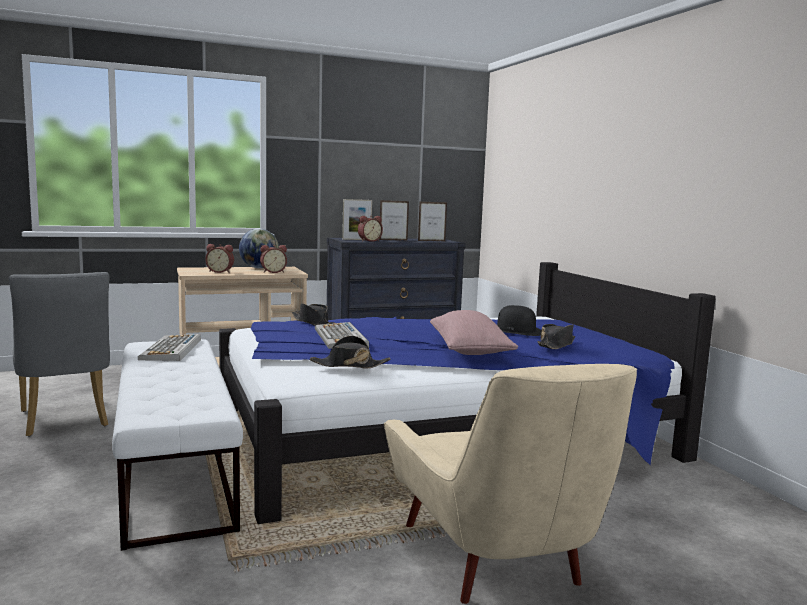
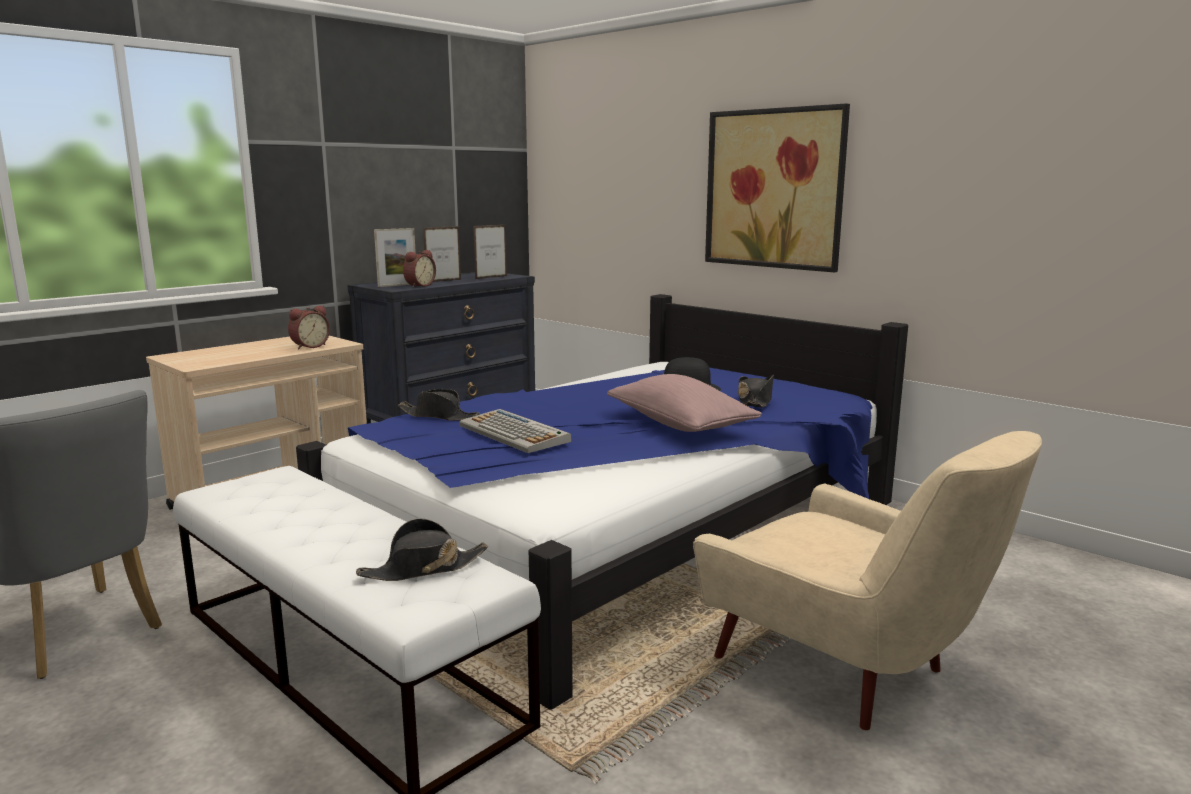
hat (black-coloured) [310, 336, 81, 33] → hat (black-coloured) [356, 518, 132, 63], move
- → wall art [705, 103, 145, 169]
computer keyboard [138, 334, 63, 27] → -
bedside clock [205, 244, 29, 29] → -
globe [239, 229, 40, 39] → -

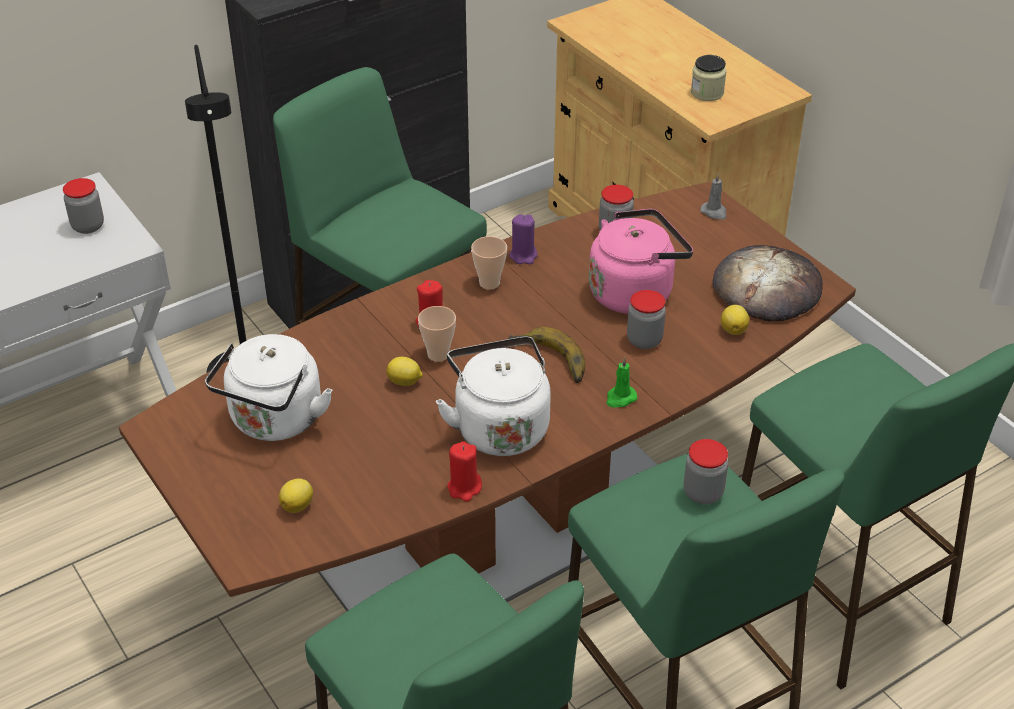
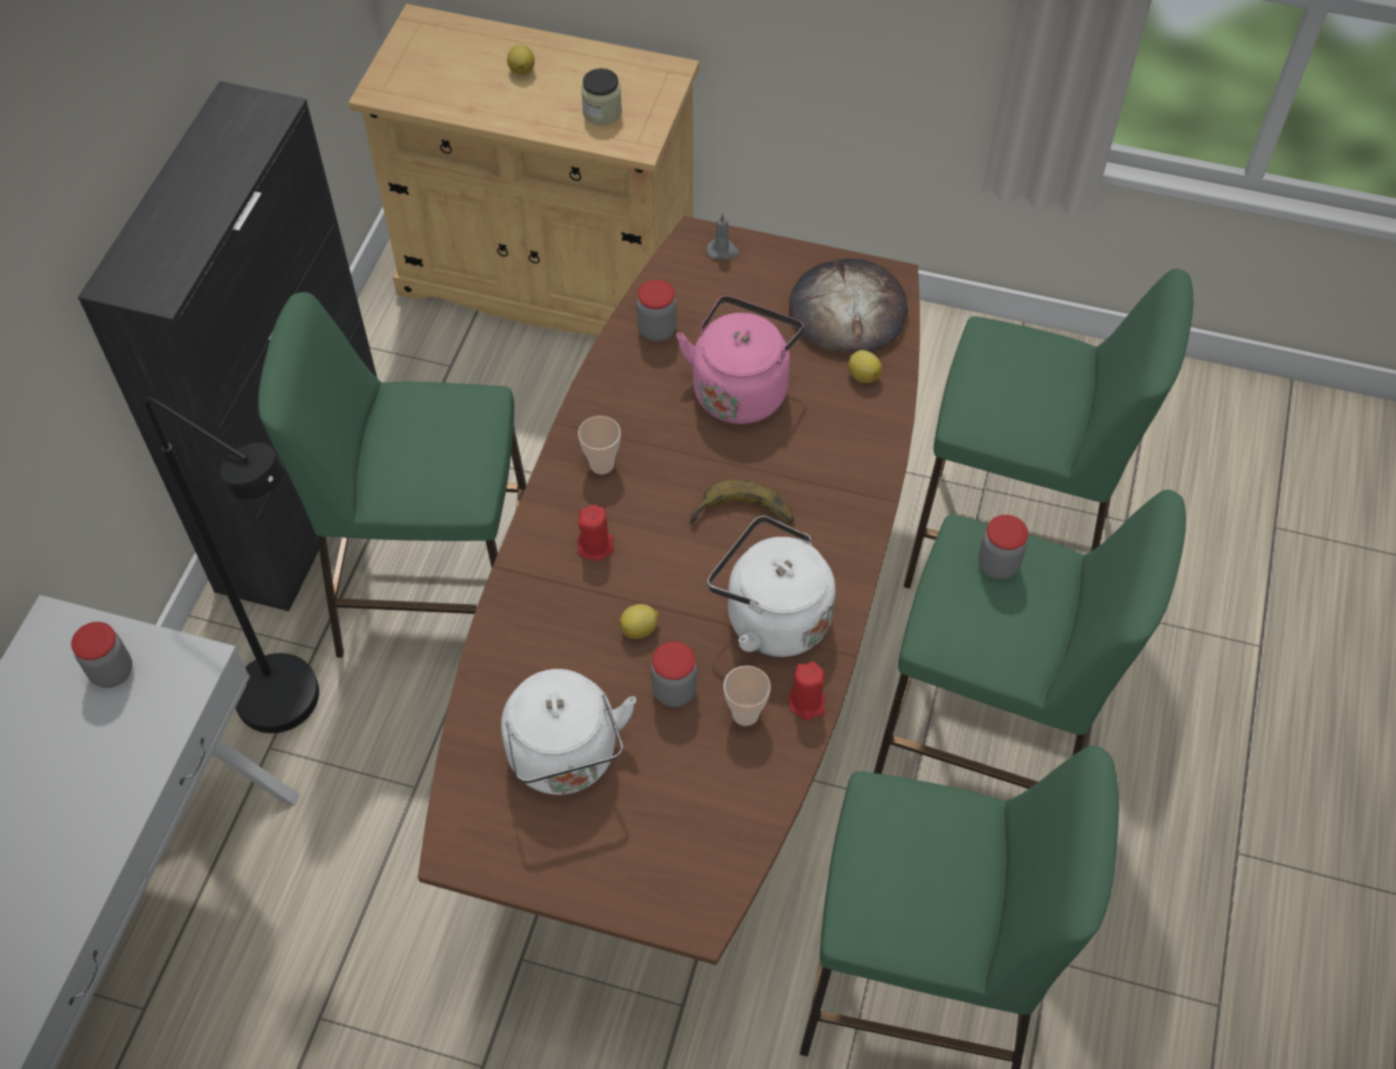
lemon [279, 479, 34, 34] → lemon [507, 45, 27, 30], move
storage jar [627, 290, 39, 59] → storage jar [651, 641, 46, 66], move
cup [418, 306, 38, 56] → cup [723, 666, 48, 60], move
wax light (purple-coloured) [509, 214, 29, 50] → -
wax light (green) [606, 356, 31, 51] → -

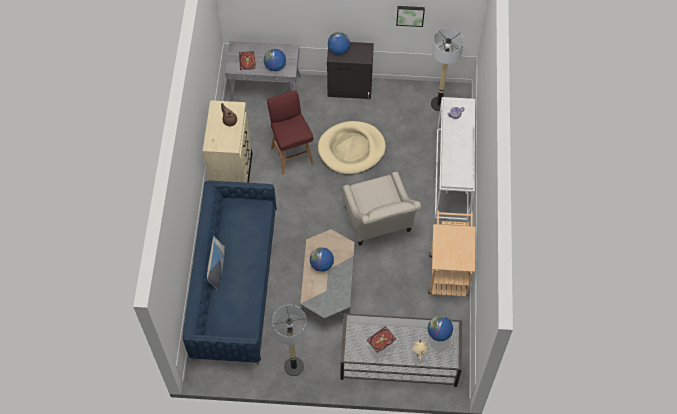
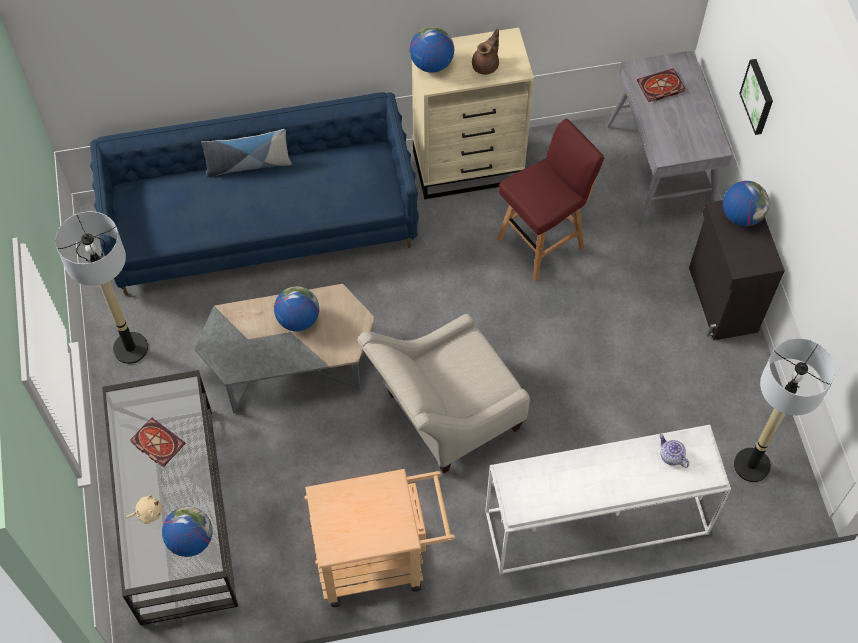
globe [264, 49, 22, 22] → globe [409, 27, 45, 46], move
wall art [396, 6, 29, 21] → wall art [739, 59, 34, 76], move
dog bed (beige) [318, 121, 68, 54] → -

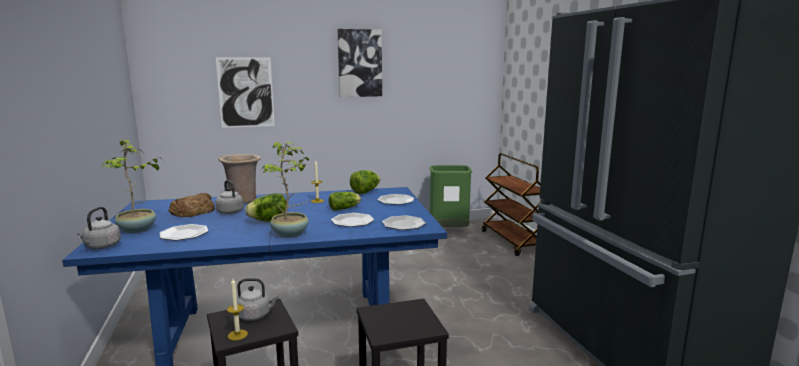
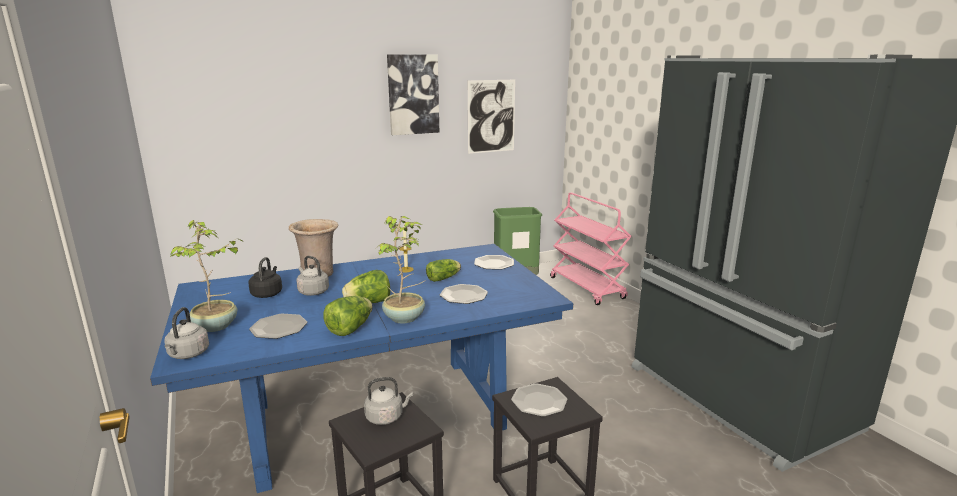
bakery bread [168, 193, 47, 24] → water kettle (black-coloured) [248, 257, 34, 41]
lettuce head [350, 170, 30, 24] → lettuce head [323, 296, 50, 40], move
wall art [216, 57, 59, 71] → wall art [468, 80, 47, 74], move
flat dish [382, 215, 44, 15] → flat dish [511, 383, 56, 34], move
cart (brown-coloured) [482, 153, 59, 103] → cart (pinkish) [550, 193, 82, 112]
wax light [227, 279, 21, 61] → -

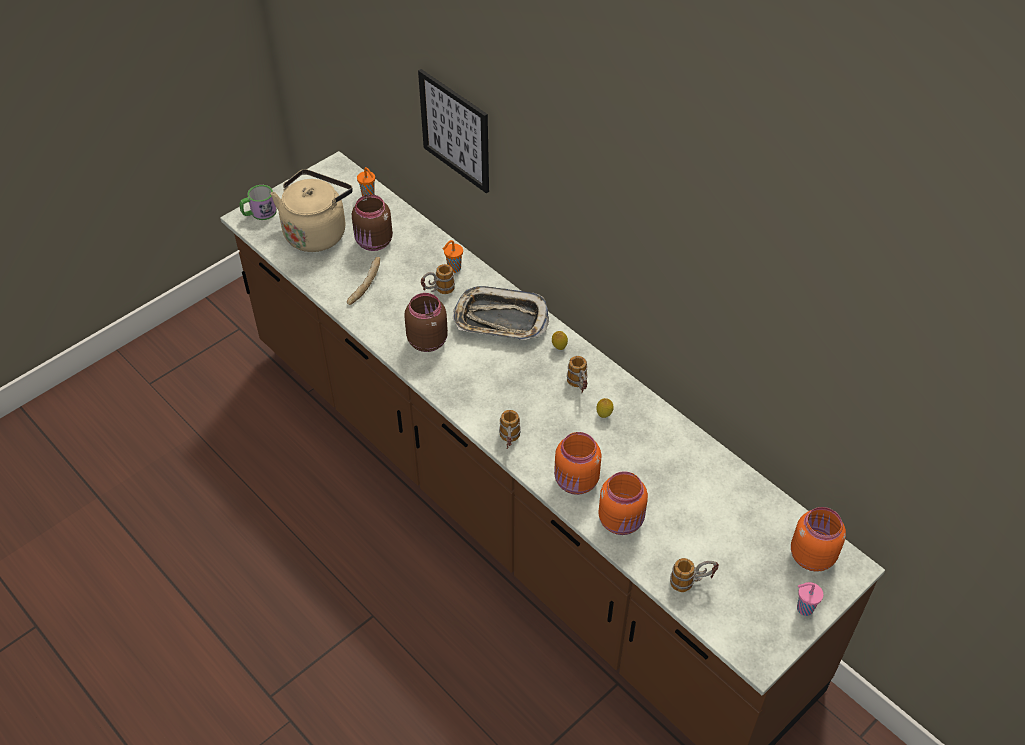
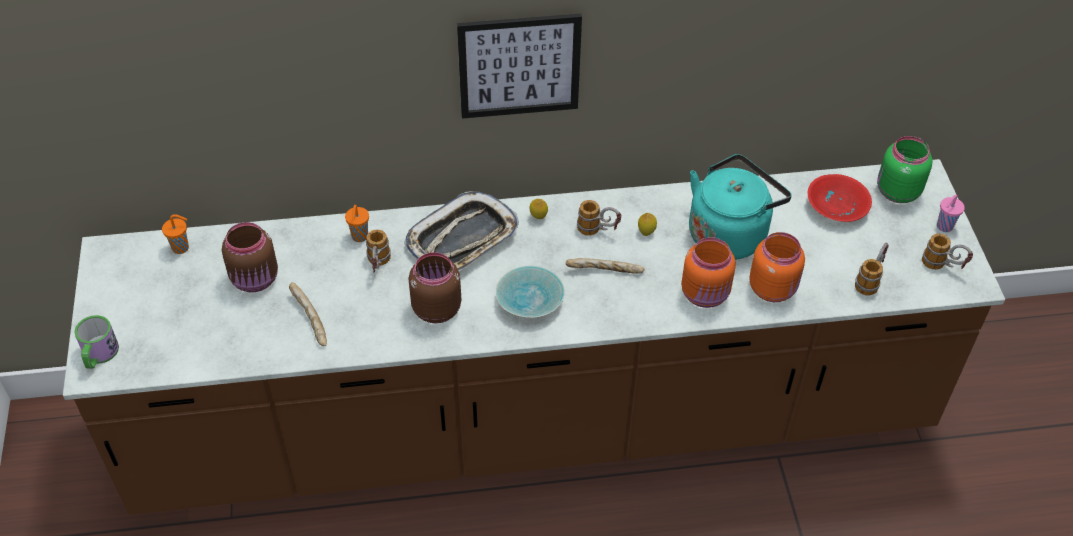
wall art [418, 69, 71, 124] → wall art [457, 14, 125, 105], move
- → deep dish (blue-green) [496, 266, 69, 52]
- → bakery bread [566, 258, 79, 16]
- → water kettle (blue-green) [689, 154, 103, 106]
- → deep dish (red-coloured) [808, 174, 64, 48]
storage jar (orangey) [791, 507, 55, 65] → storage jar (green) [877, 136, 55, 67]
coffee mug [499, 410, 22, 39] → coffee mug [922, 234, 51, 36], move
water kettle (beige) [271, 169, 82, 83] → -

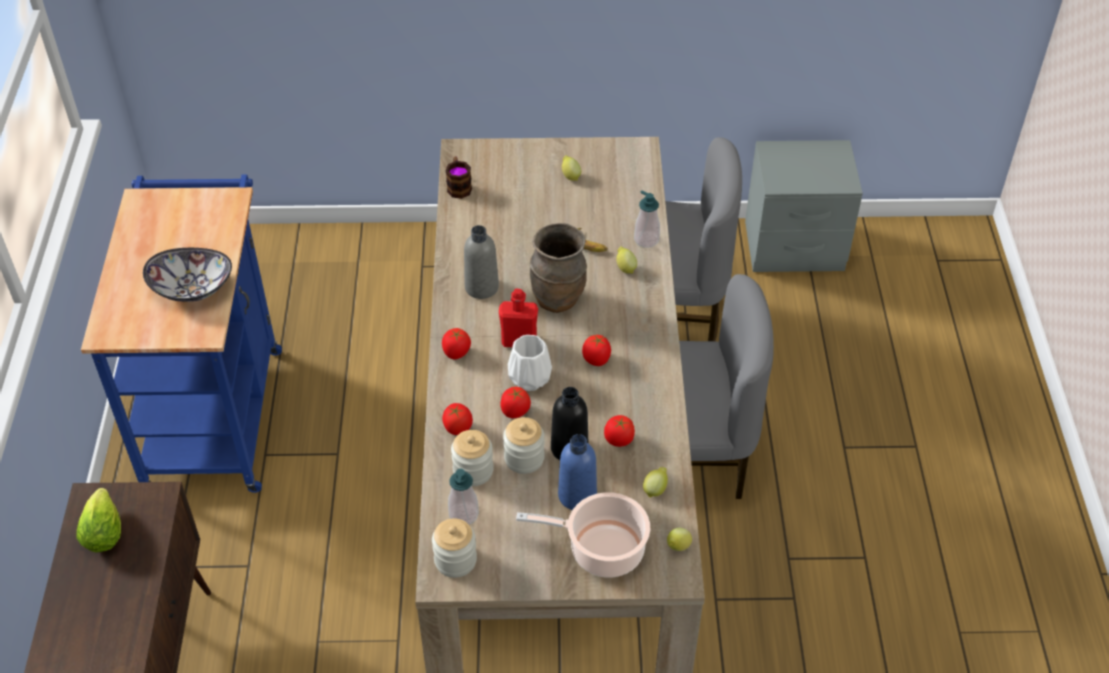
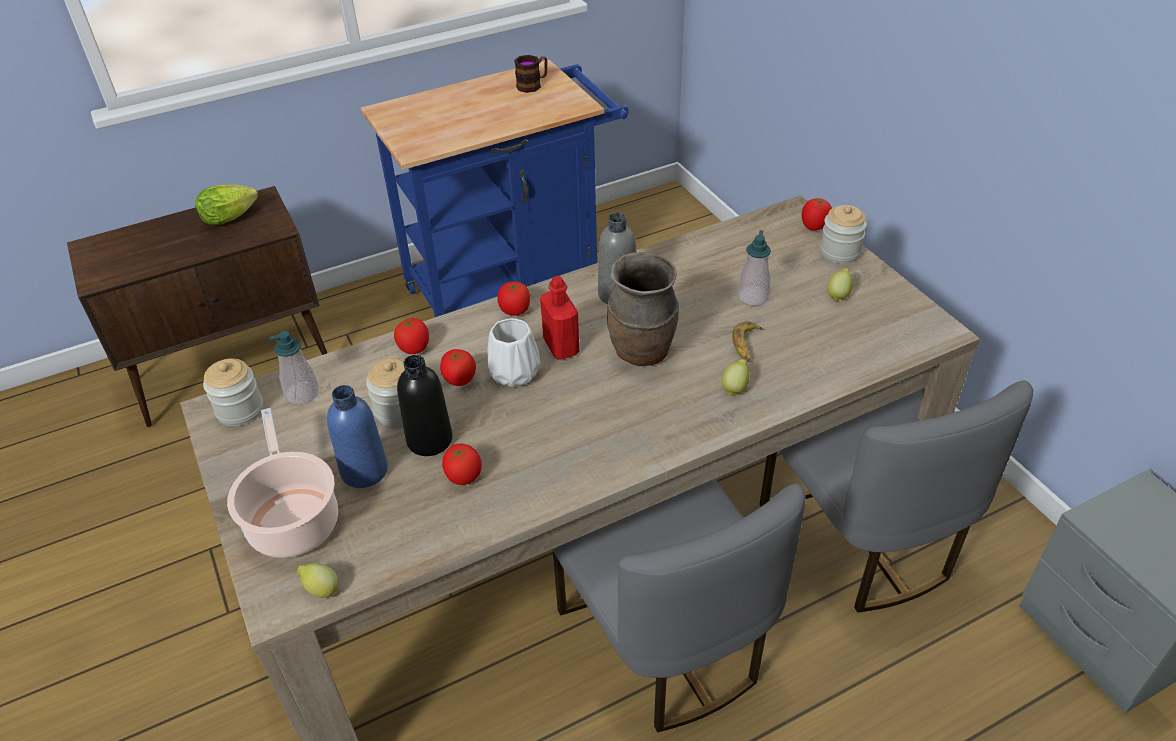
coffee mug [446, 157, 26, 42] → coffee mug [514, 55, 33, 38], move
soap dispenser [634, 190, 26, 58] → soap dispenser [738, 230, 33, 76], move
tomato [582, 335, 29, 31] → tomato [801, 198, 31, 33], move
storage jar [451, 430, 43, 56] → storage jar [820, 205, 47, 59], move
deep dish [143, 248, 89, 54] → -
lemon [643, 467, 25, 31] → -

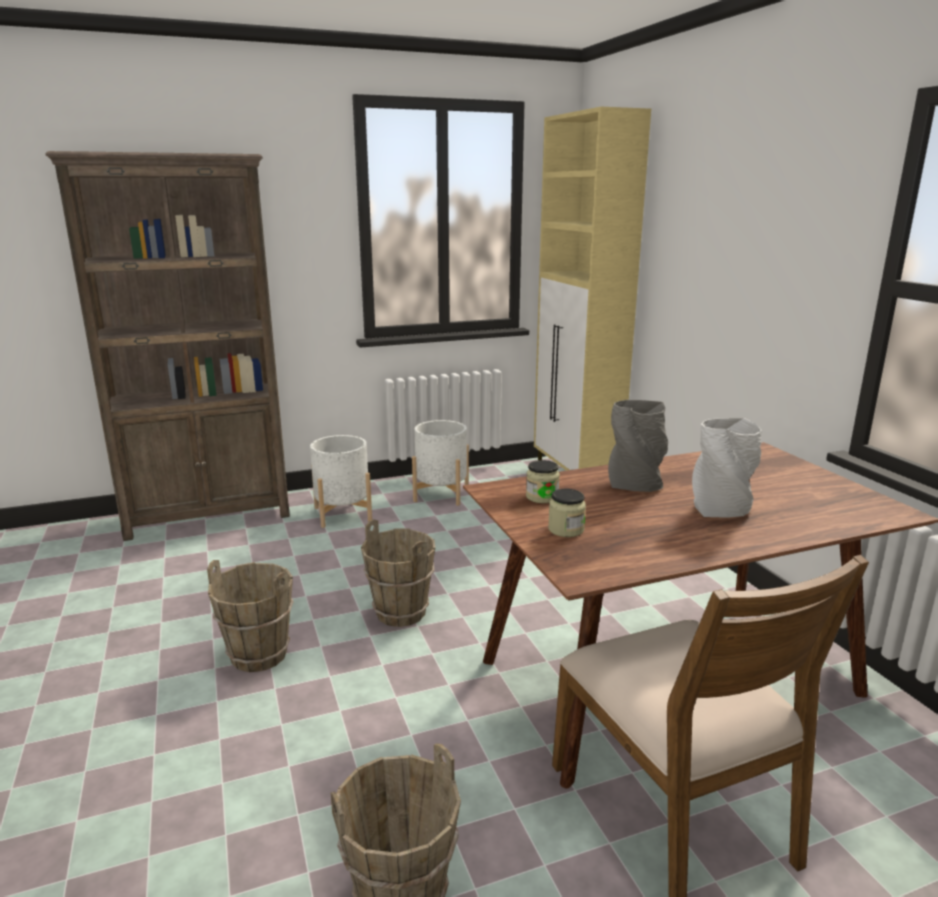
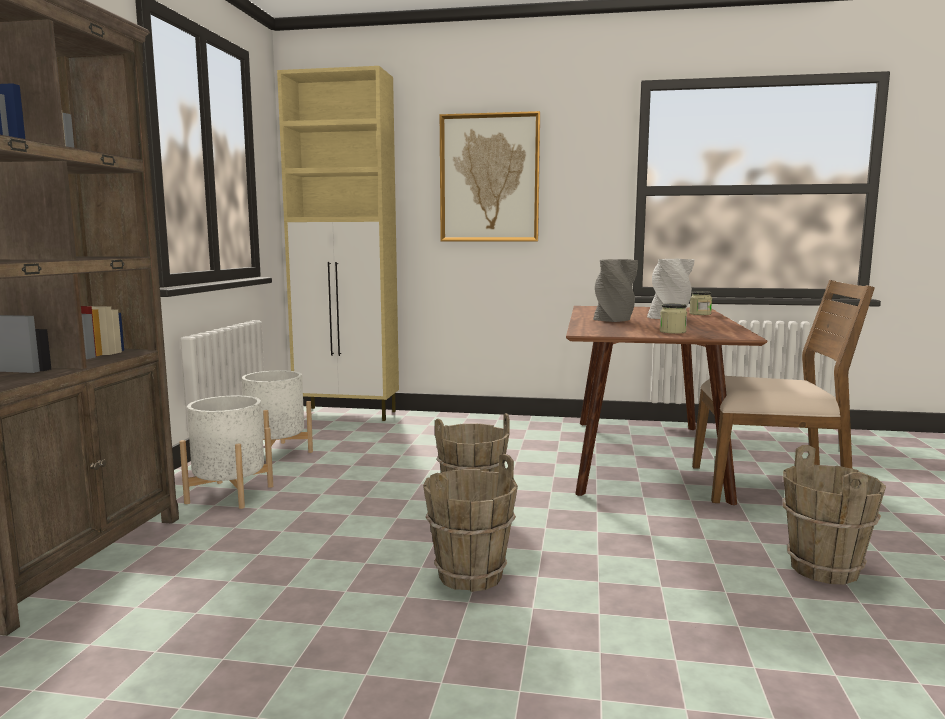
- → wall art [440, 111, 100, 130]
storage jar [526, 460, 34, 43] → storage jar [689, 291, 23, 24], move

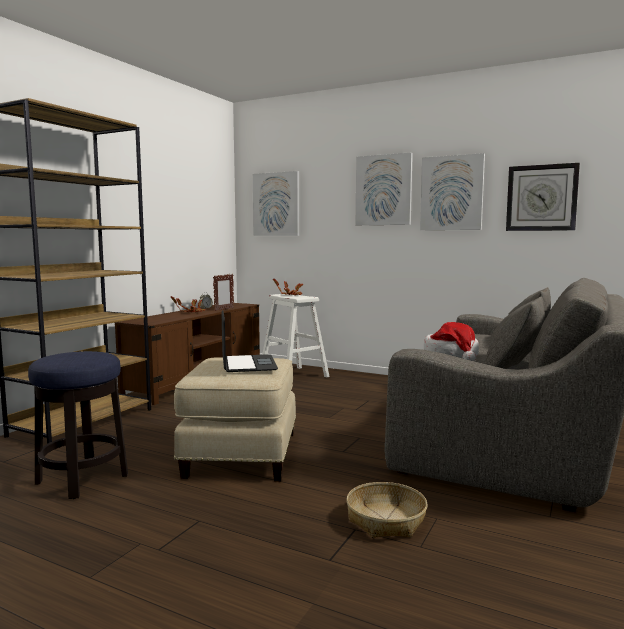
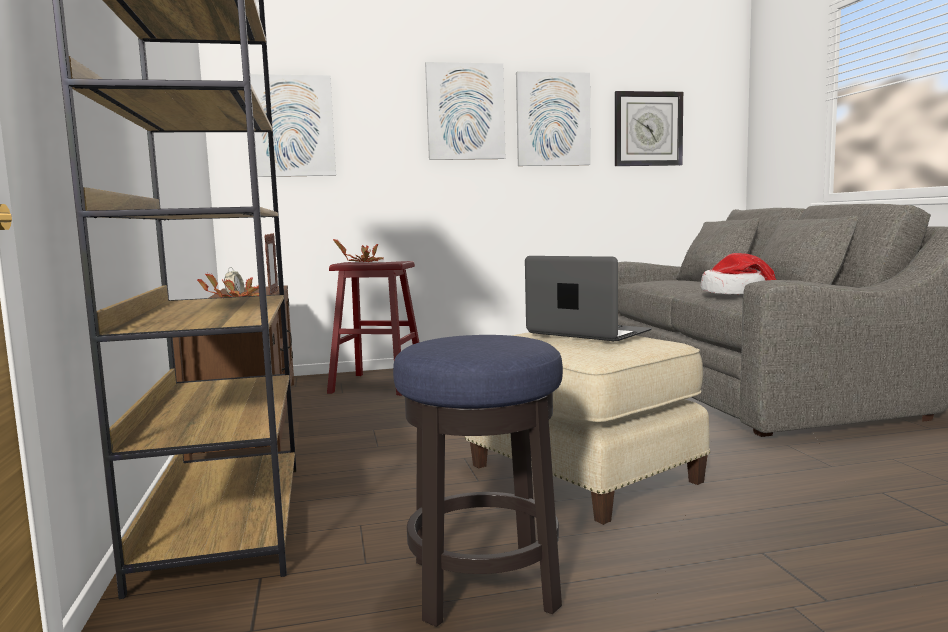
stool seat (white-coloured) [262, 294, 68, 84] → stool seat (red-coloured) [327, 261, 92, 134]
storage basket [346, 482, 82, 56] → -

